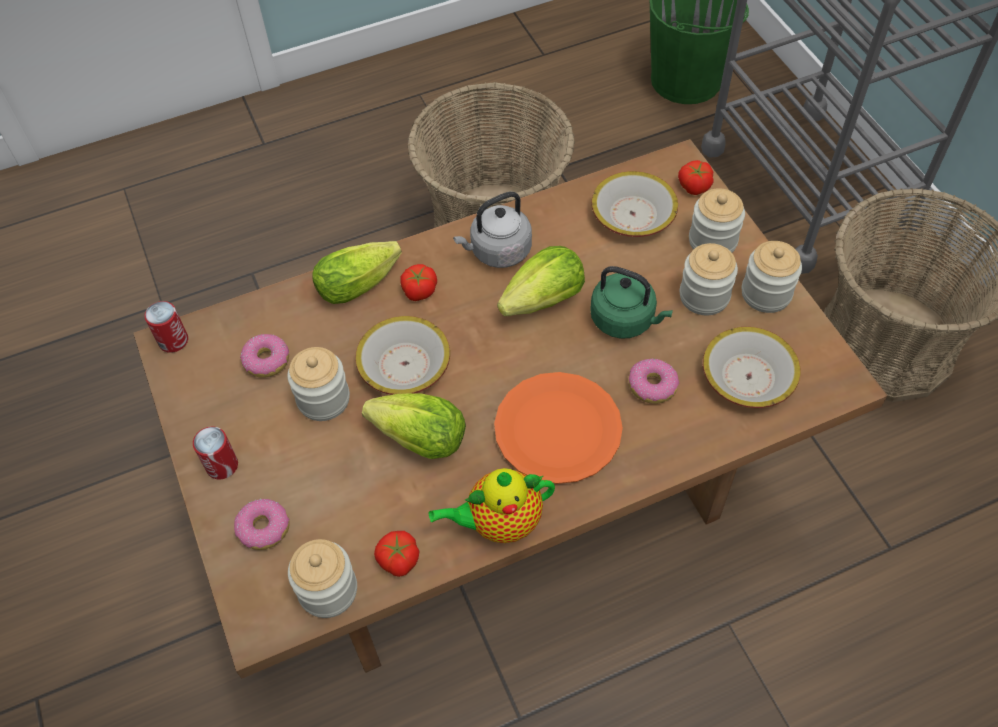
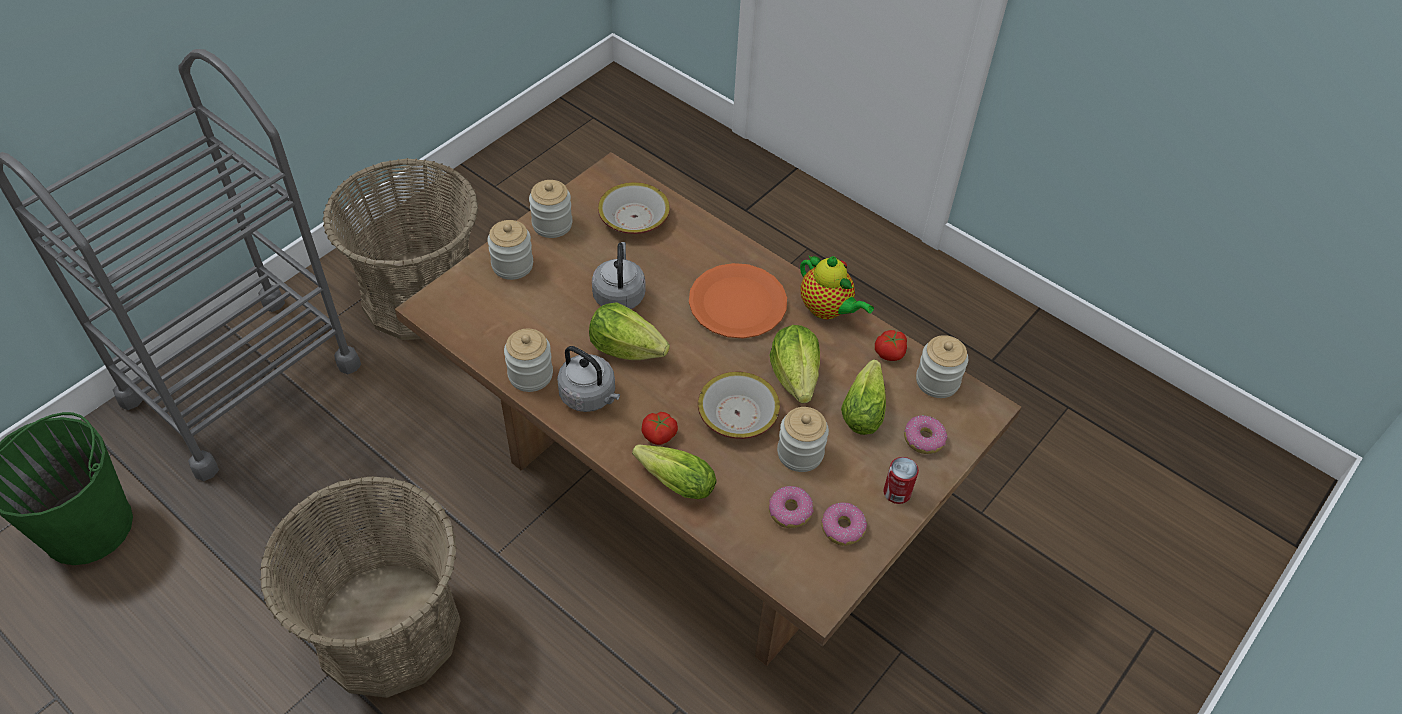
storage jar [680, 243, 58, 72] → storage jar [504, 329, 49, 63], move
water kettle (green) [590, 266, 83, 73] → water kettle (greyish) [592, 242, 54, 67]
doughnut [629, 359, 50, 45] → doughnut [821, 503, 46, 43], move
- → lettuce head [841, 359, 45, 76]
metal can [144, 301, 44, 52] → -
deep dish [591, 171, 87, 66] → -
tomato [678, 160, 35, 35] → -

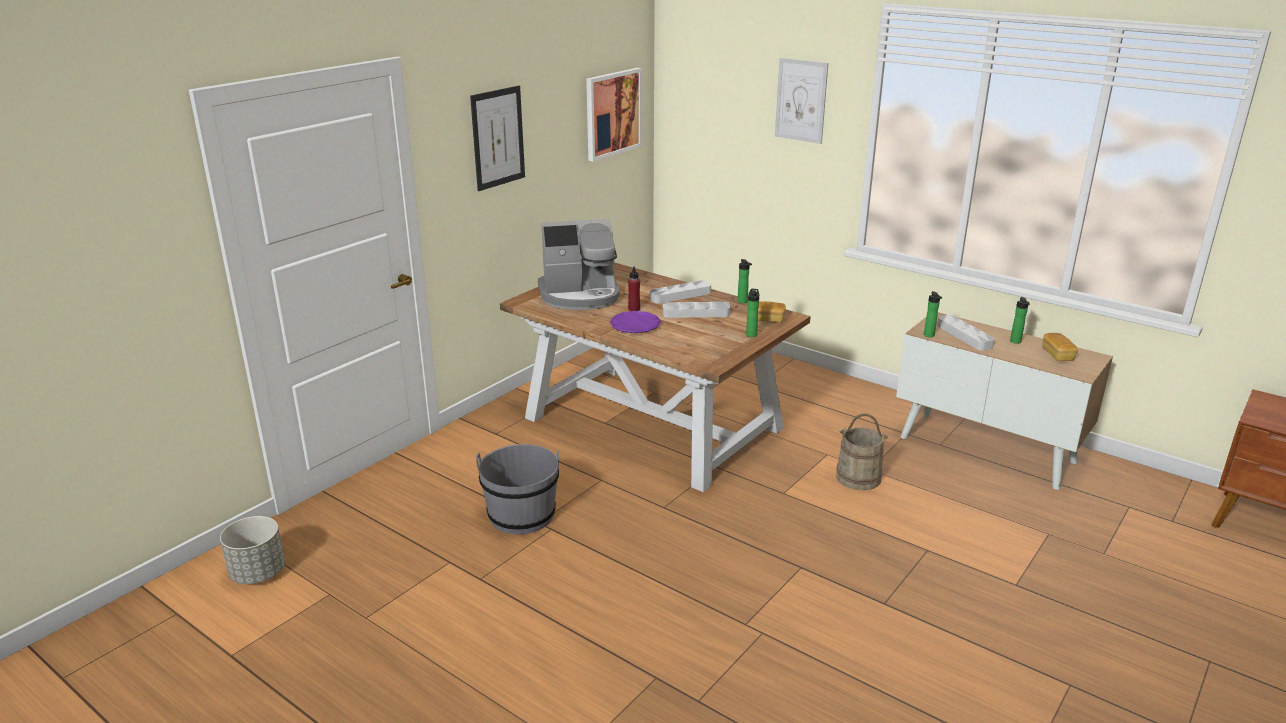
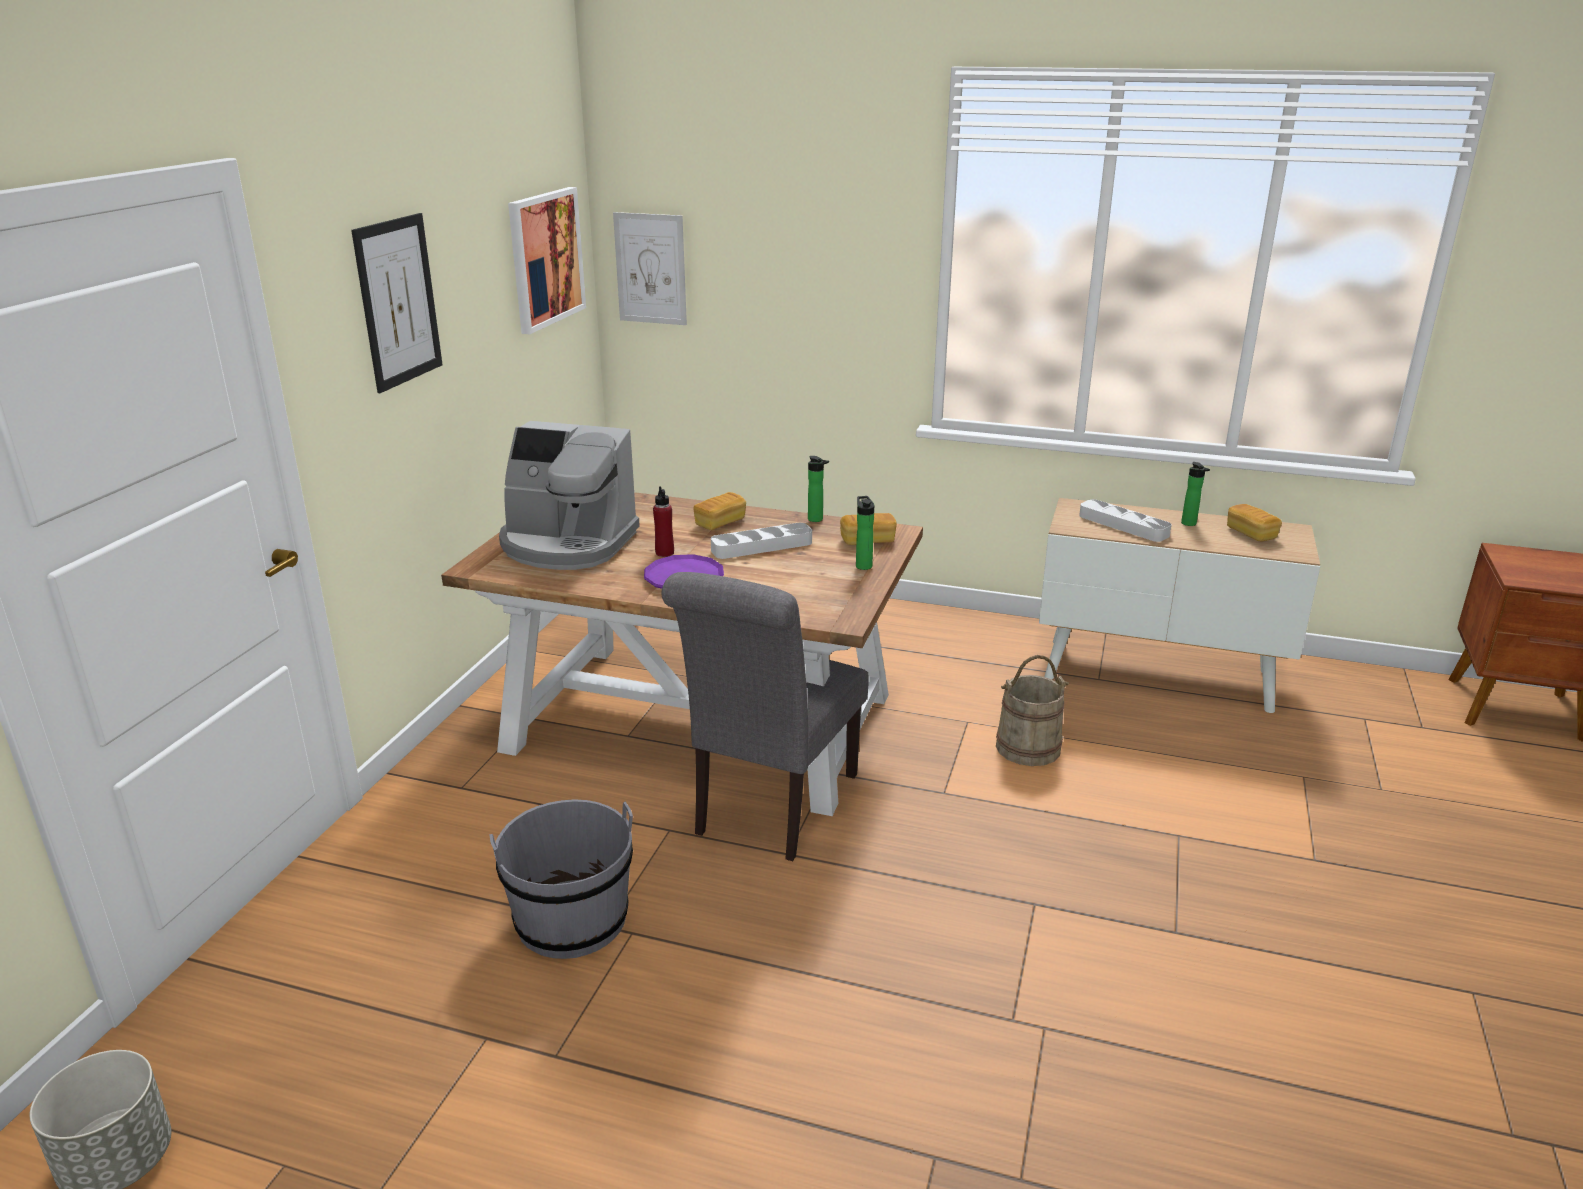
coffee machine [538, 219, 82, 91] → coffee machine [499, 421, 141, 149], 45 degrees clockwise
wall art [775, 58, 53, 86] → wall art [613, 212, 74, 113], move
- → chair (greyish) [662, 572, 207, 289]
serving tray (greyish) [650, 280, 61, 23] → bakery bread [693, 492, 53, 38]
drink bottle [924, 291, 18, 46] → -

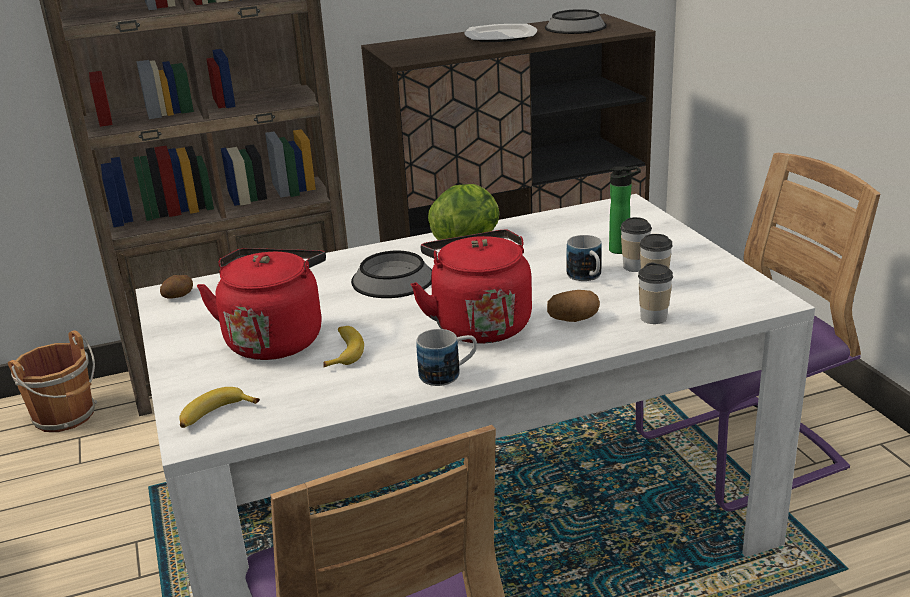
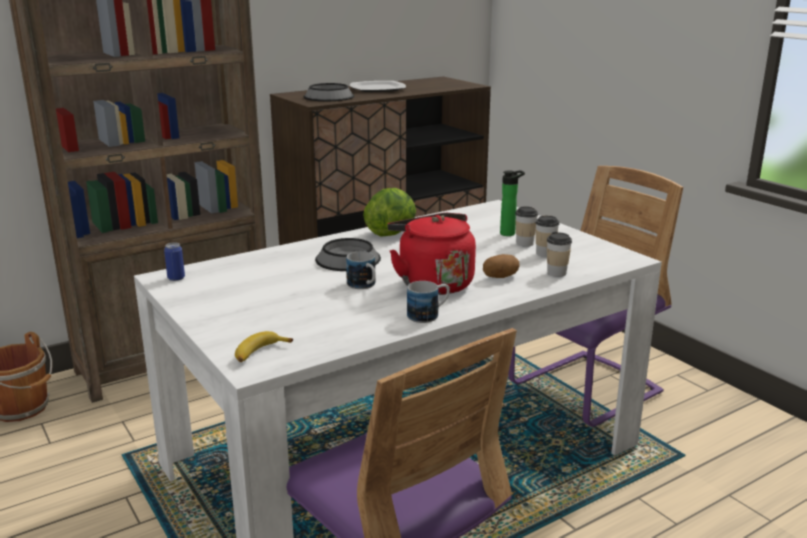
potato [160, 275, 33, 24] → metal can [164, 243, 21, 38]
deep dish [545, 9, 62, 25] → deep dish [304, 83, 50, 18], move
coffee mug [567, 235, 35, 46] → coffee mug [346, 251, 30, 38], move
water kettle (red-coloured) [197, 248, 129, 112] → -
banana fruit [323, 326, 41, 41] → -

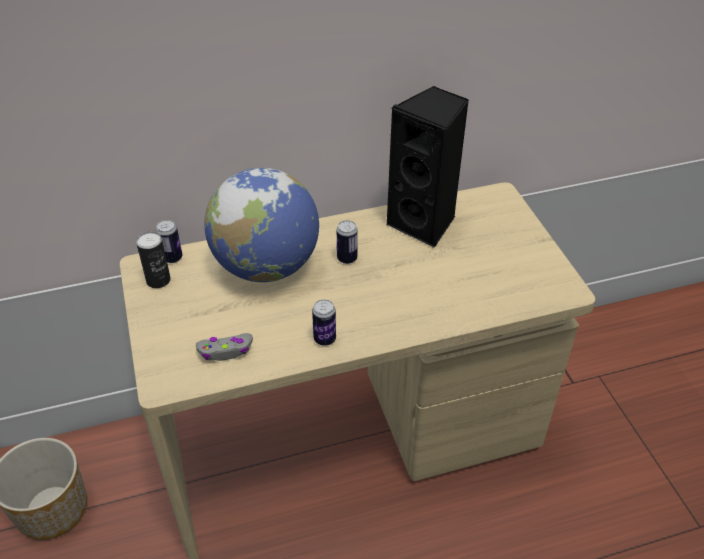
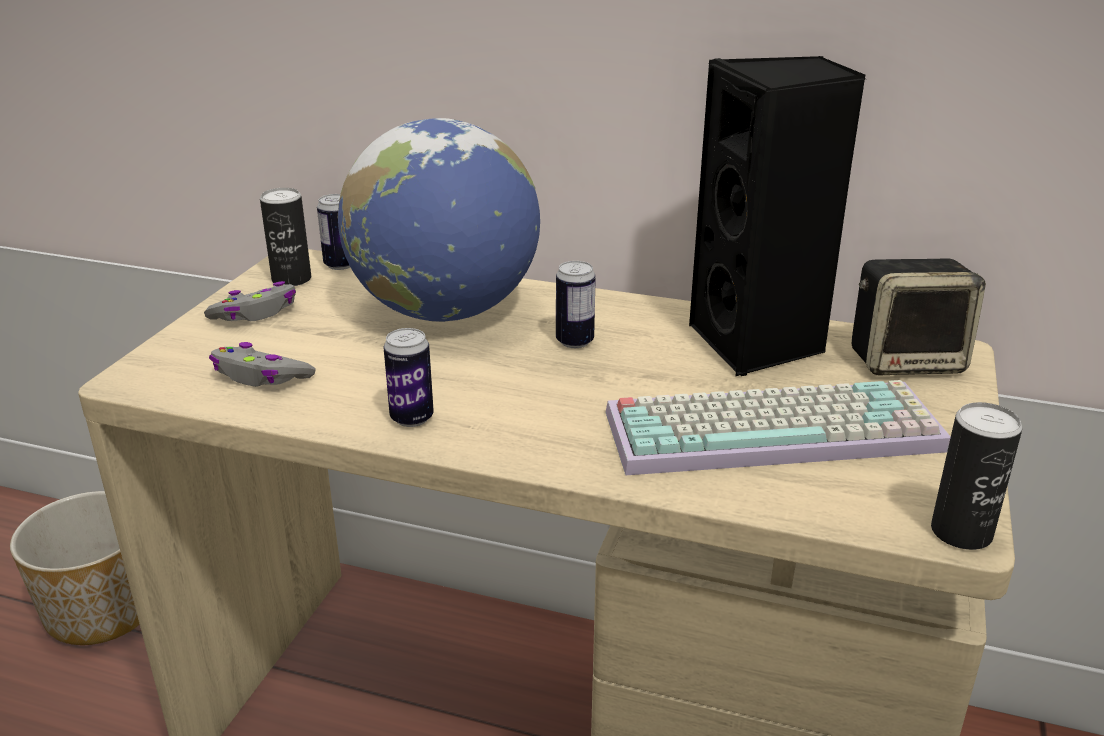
- → gamepad (greyish) [204, 281, 92, 40]
- → computer keyboard [605, 380, 346, 95]
- → speaker [851, 259, 135, 116]
- → metal can [931, 402, 91, 148]

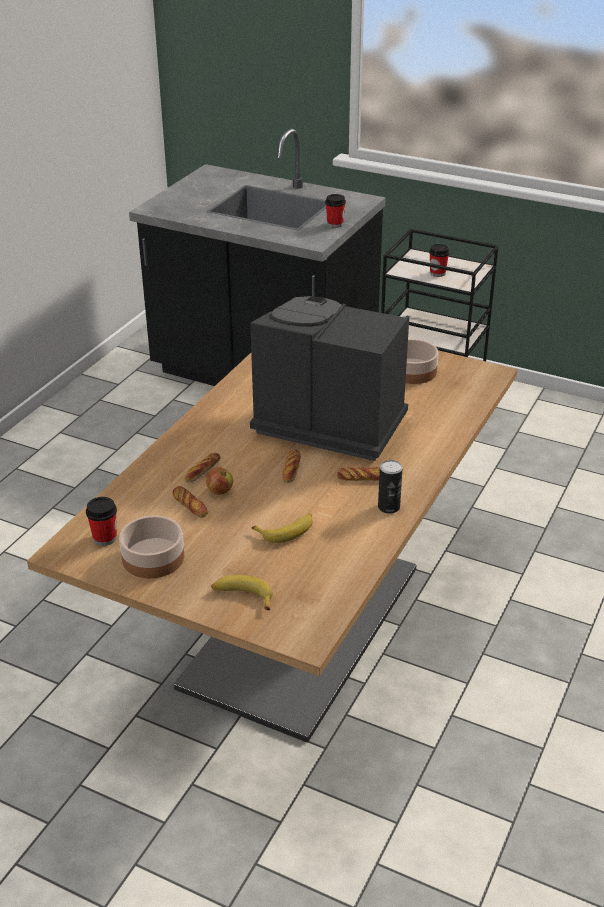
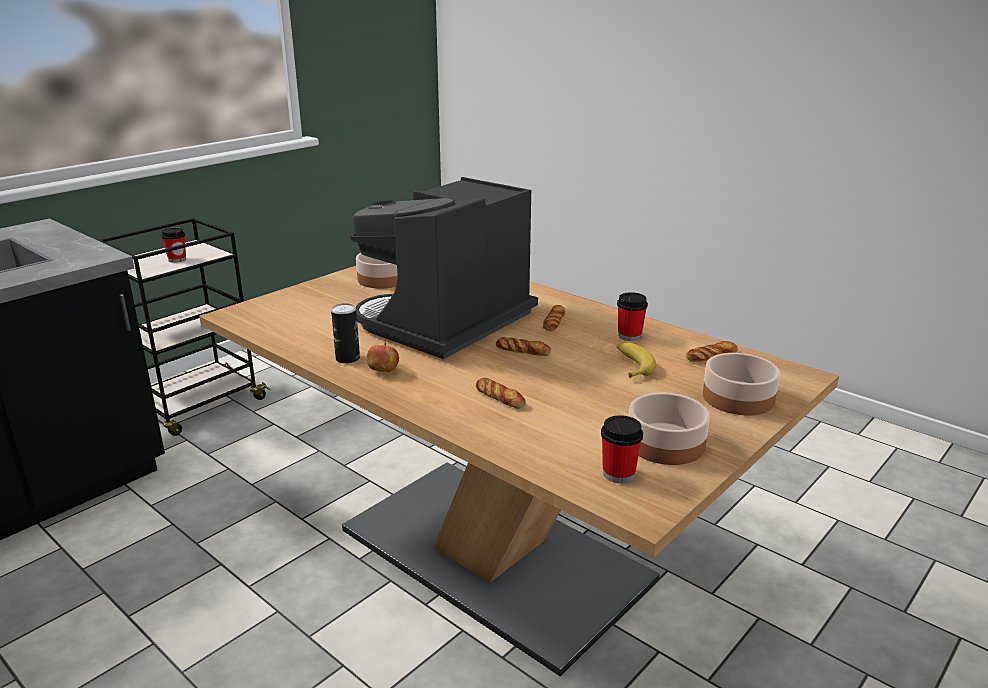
metal can [378, 460, 24, 54] → metal can [331, 303, 29, 61], move
apple fruit [206, 467, 27, 28] → apple fruit [367, 343, 32, 29], move
cup [325, 194, 21, 34] → cup [617, 292, 31, 49], move
bakery bread [172, 486, 36, 32] → bakery bread [686, 341, 52, 21], move
banana fruit [211, 575, 62, 35] → deep dish [703, 353, 77, 62]

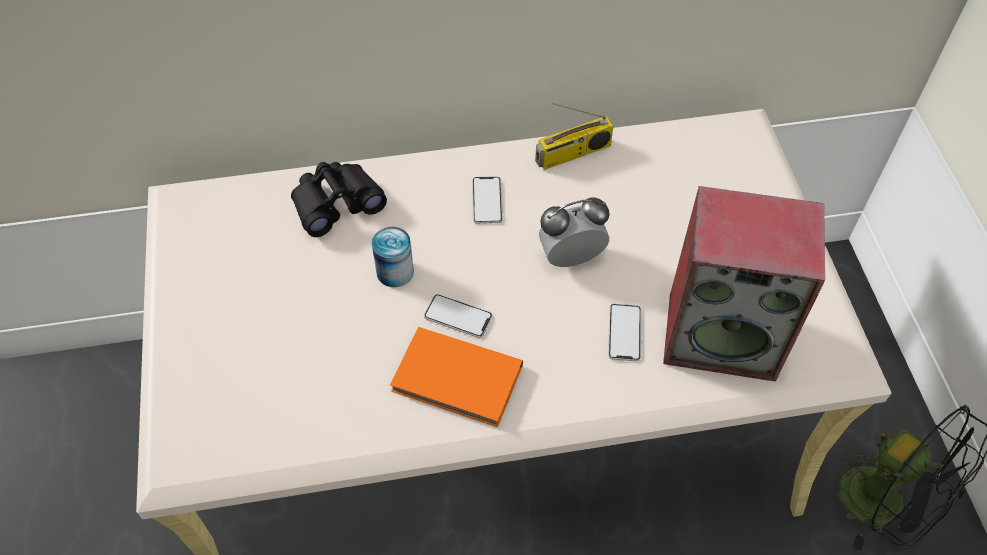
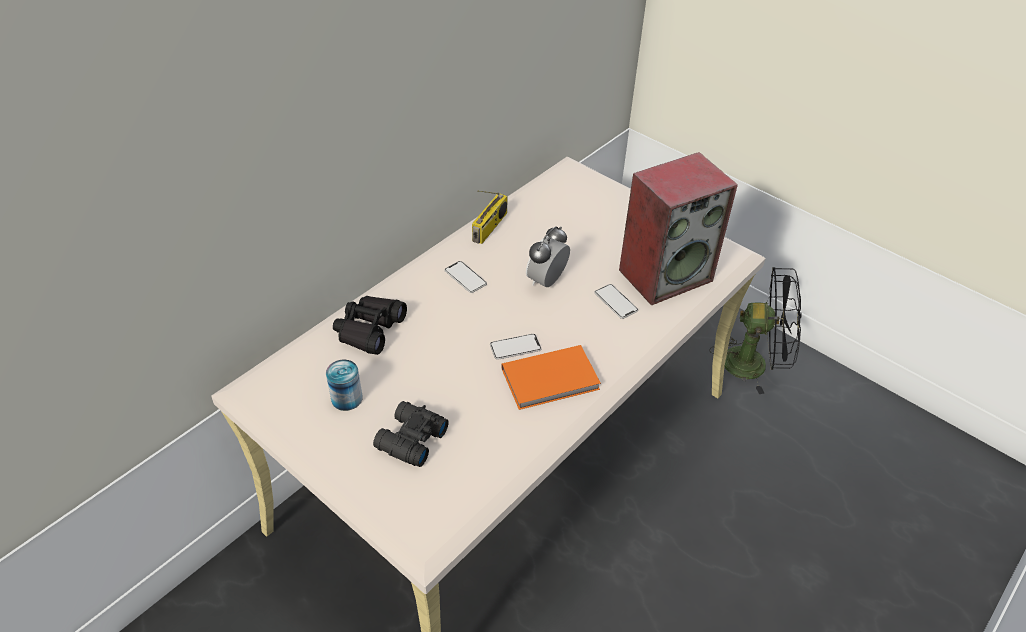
metal can [372, 227, 42, 60] → metal can [326, 359, 37, 52], move
- → binoculars (black-coloured) [373, 401, 76, 66]

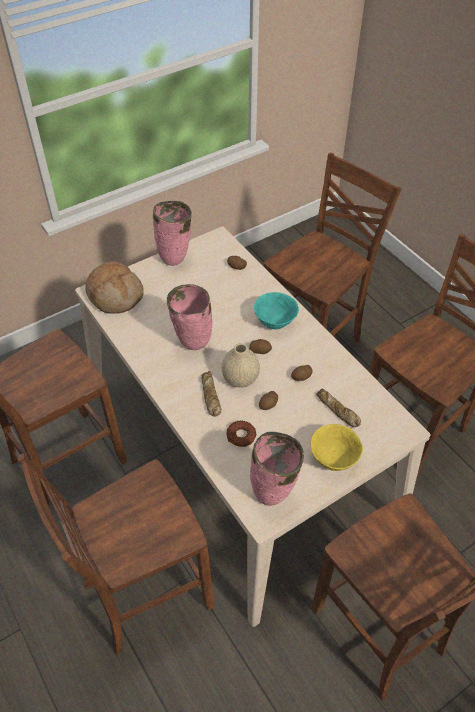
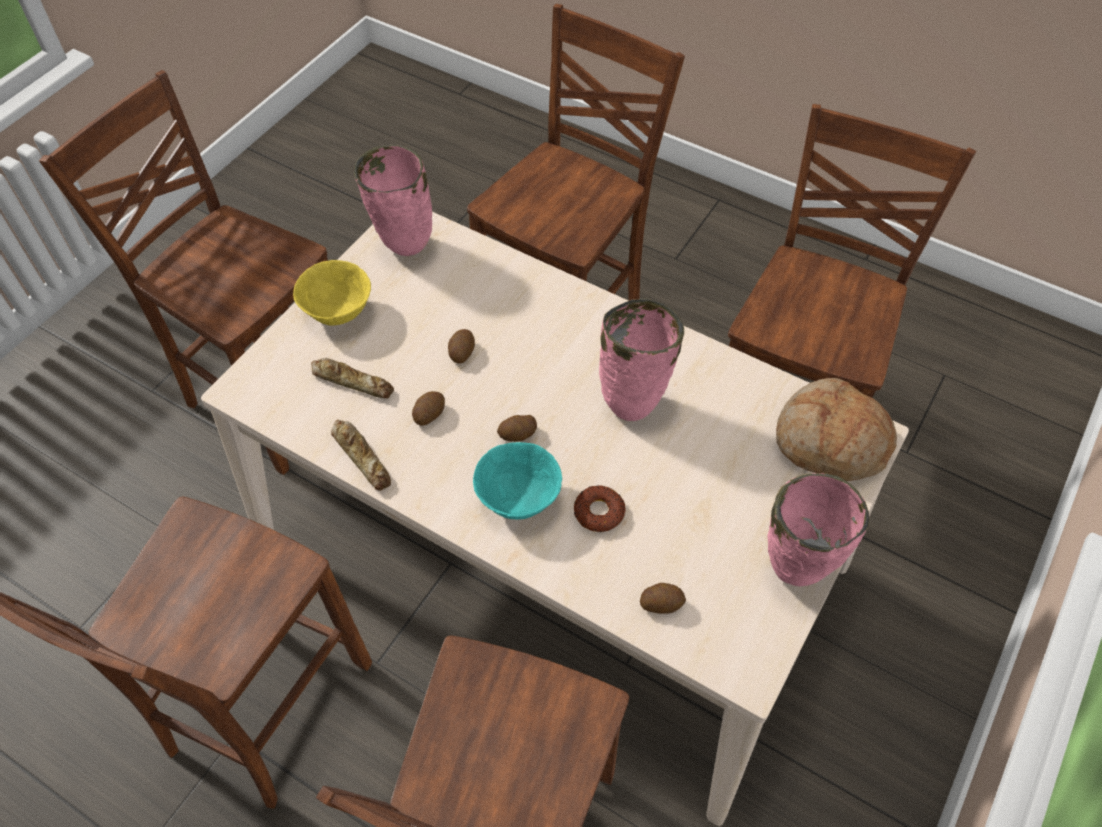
bakery bread [201, 371, 21, 45] → bakery bread [331, 420, 60, 71], move
doughnut [227, 421, 30, 26] → doughnut [574, 485, 51, 47], move
vase (beige) [221, 343, 39, 45] → -

